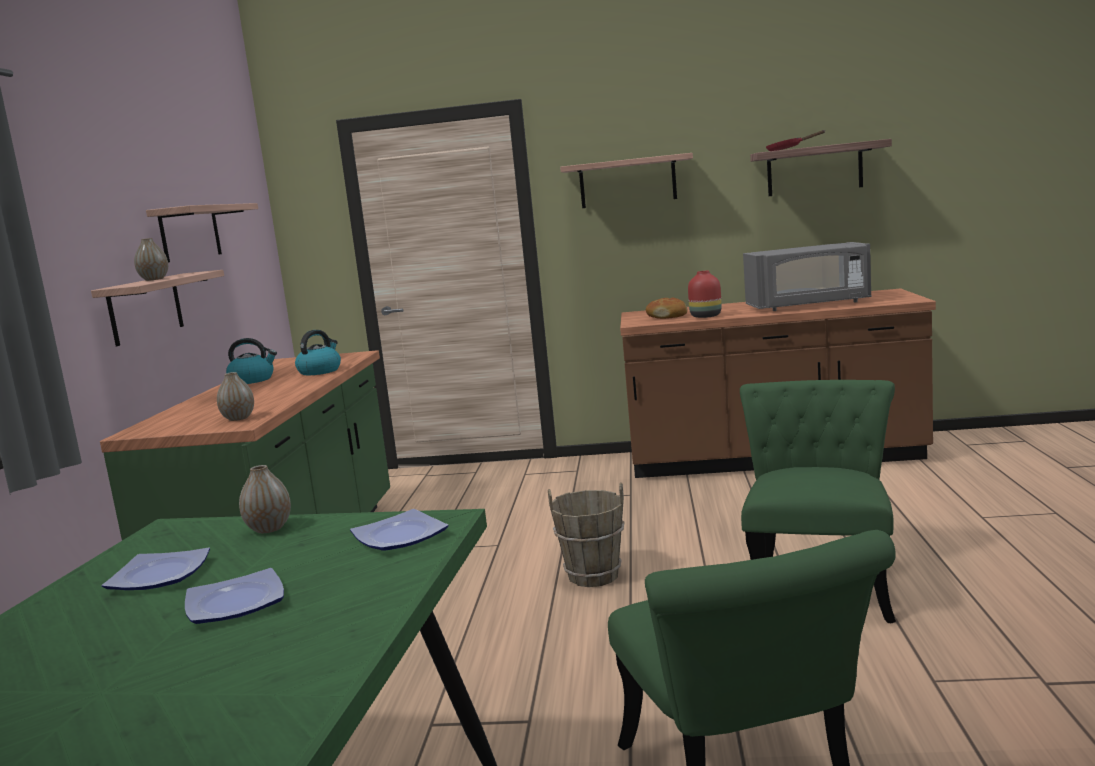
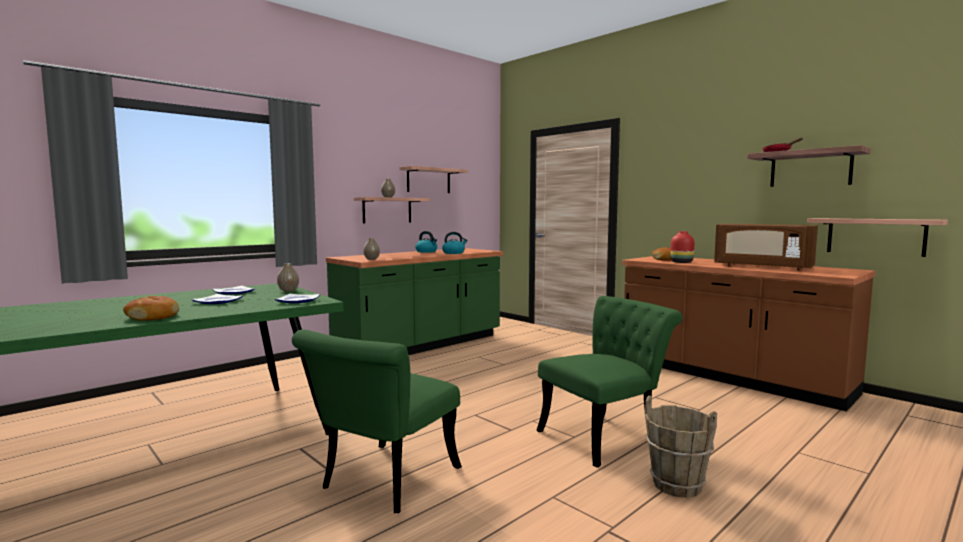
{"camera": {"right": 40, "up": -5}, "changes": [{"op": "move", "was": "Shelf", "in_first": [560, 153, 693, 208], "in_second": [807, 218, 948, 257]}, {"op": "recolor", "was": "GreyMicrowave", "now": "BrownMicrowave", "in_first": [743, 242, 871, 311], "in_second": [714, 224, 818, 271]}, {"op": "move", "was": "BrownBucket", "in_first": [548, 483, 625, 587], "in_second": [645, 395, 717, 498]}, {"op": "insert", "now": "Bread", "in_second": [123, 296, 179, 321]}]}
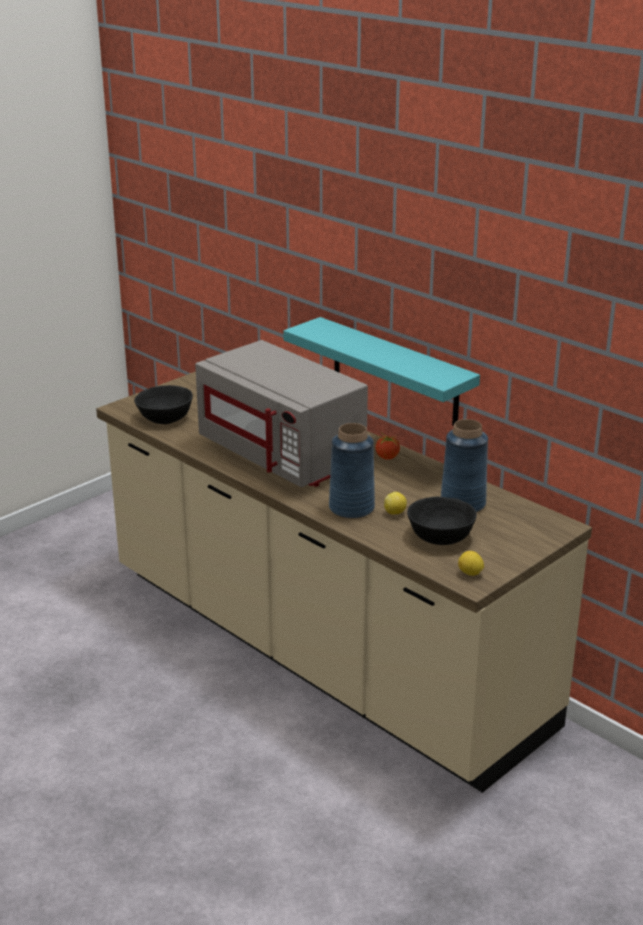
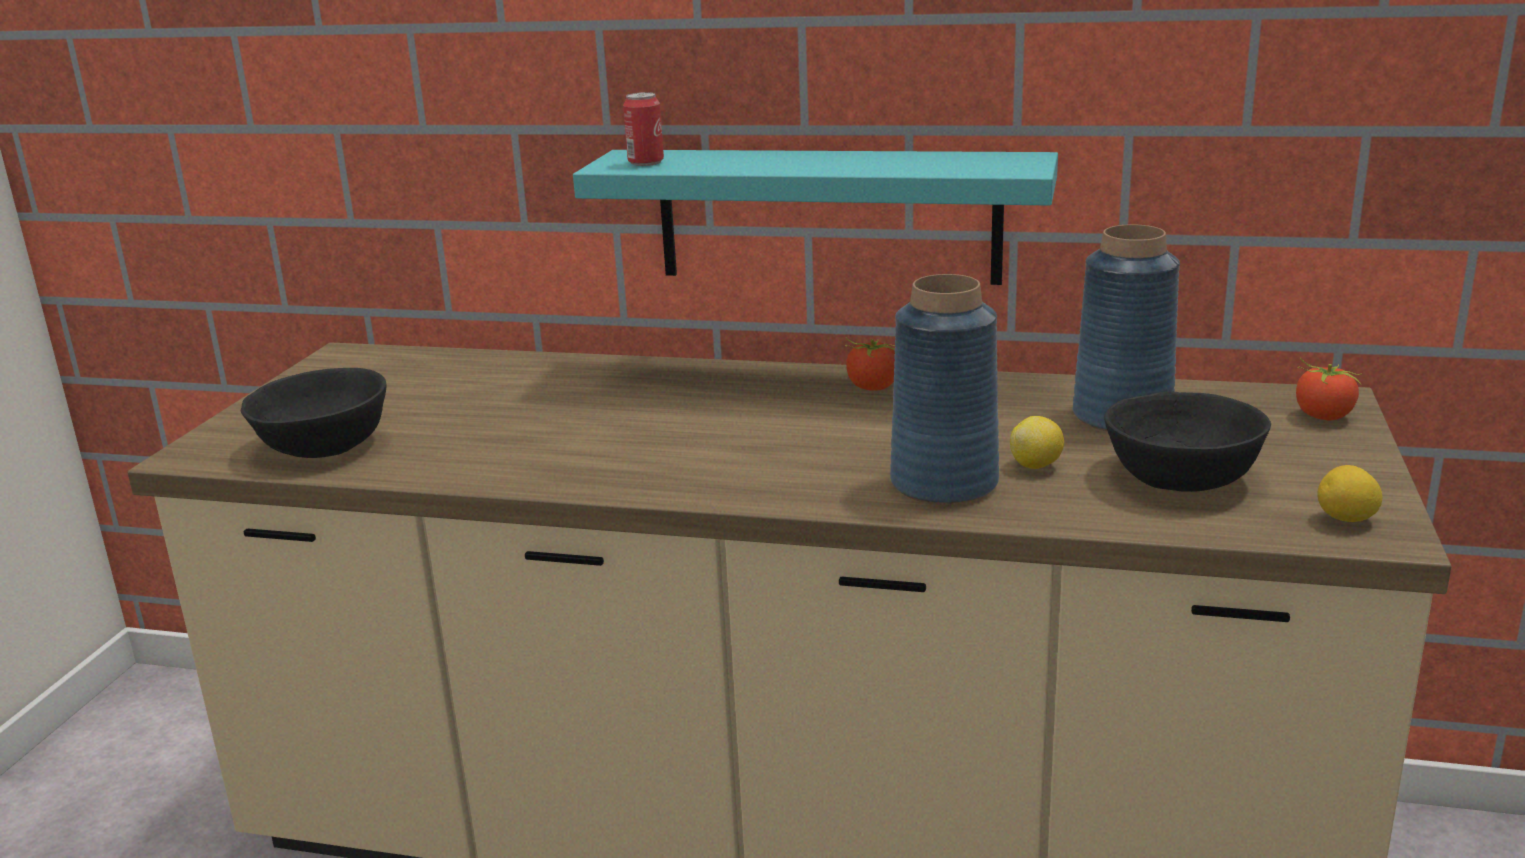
{"camera": {"right": -30, "up": -5}, "changes": [{"op": "delete", "was": "GreyMicrowave", "in_first": [195, 340, 368, 487]}, {"op": "insert", "now": "Can", "in_second": [623, 92, 664, 166]}, {"op": "insert", "now": "Tomato", "in_second": [1296, 358, 1362, 421]}]}
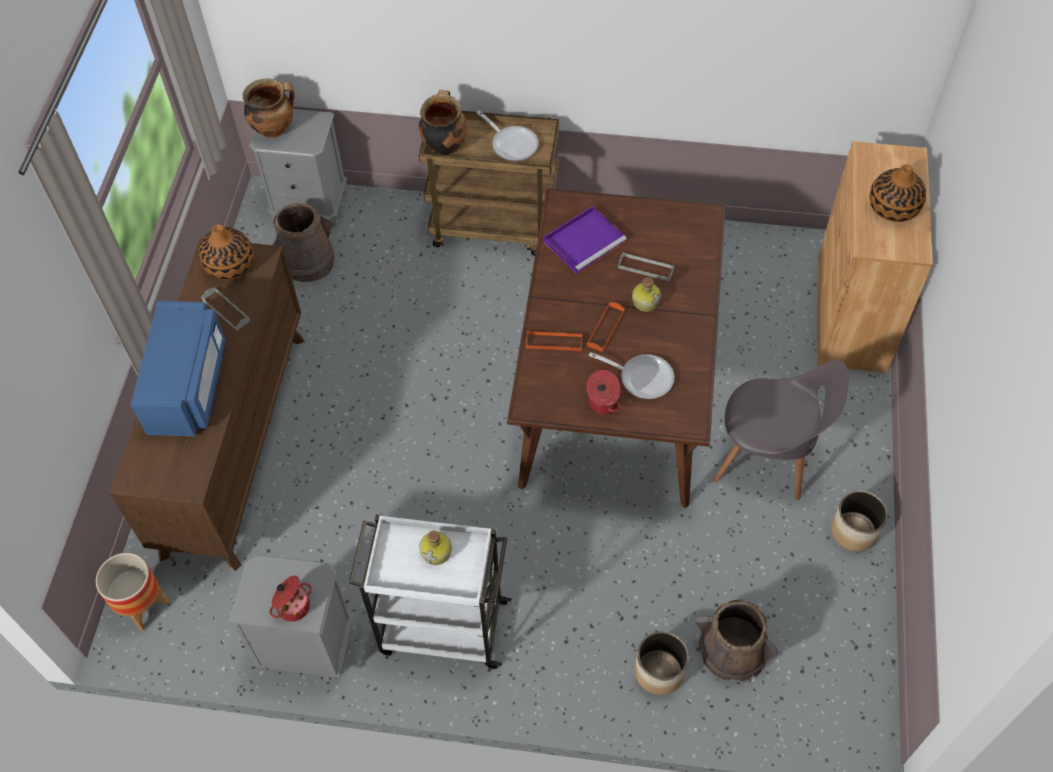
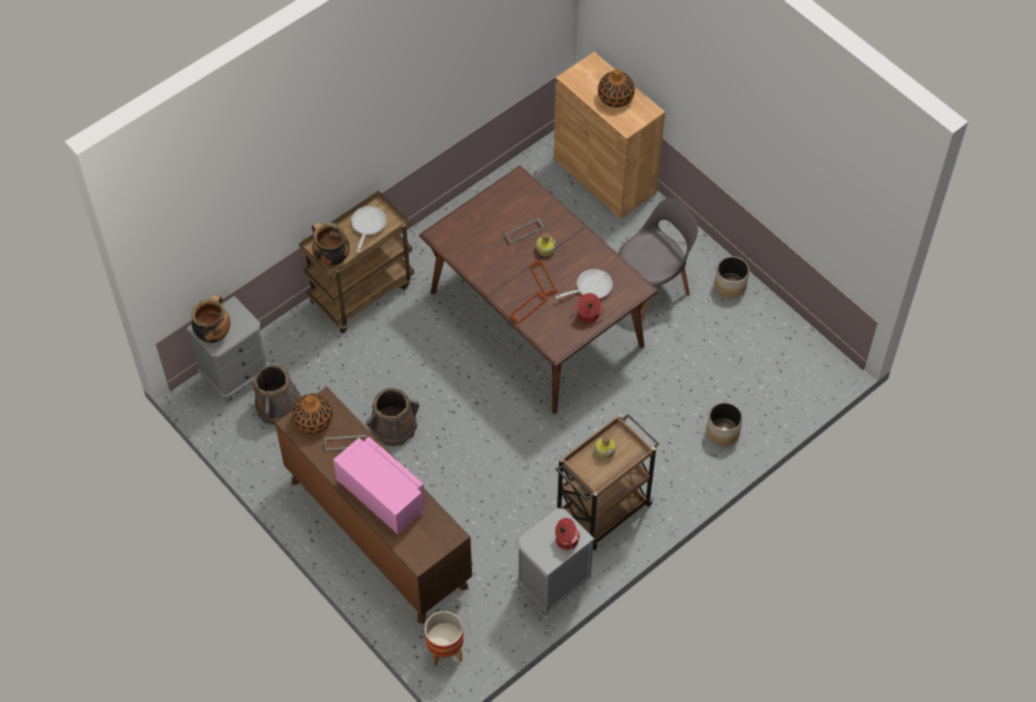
{"camera": {"right": -50, "up": 0}, "changes": [{"op": "rotate", "was": "FryingPan", "in_first": [477, 111, 539, 161], "in_second": [351, 206, 386, 252], "clockwise": -75}, {"op": "delete", "was": "PurpleTray", "in_first": [543, 206, 627, 274]}, {"op": "recolor", "was": "BlueMicrowave", "now": "PinkMicrowave", "in_first": [131, 301, 226, 436], "in_second": [333, 437, 425, 534]}, {"op": "recolor", "was": "WhiteCart", "now": "BrownCart", "in_first": [349, 514, 512, 669], "in_second": [555, 414, 659, 550]}, {"op": "move", "was": "BrownBucket", "in_first": [696, 600, 778, 682], "in_second": [365, 388, 419, 446]}]}
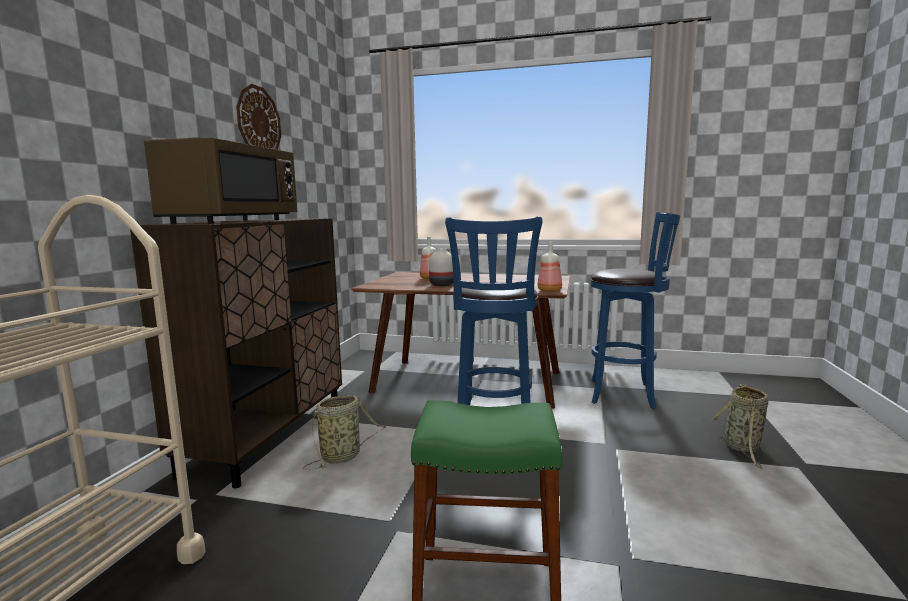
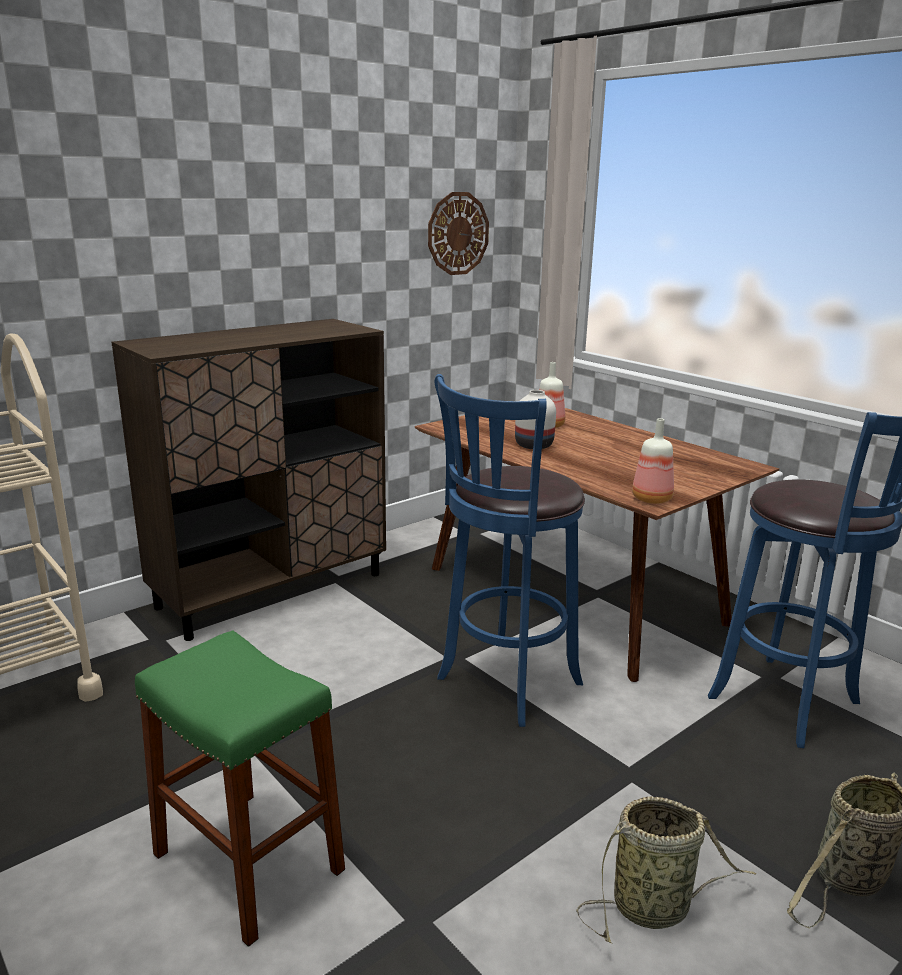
{"camera": {"right": 35, "up": 10}, "changes": [{"op": "move", "was": "WallClock", "in_first": [236, 84, 281, 150], "in_second": [428, 192, 489, 275]}, {"op": "delete", "was": "BrownMicrowave", "in_first": [144, 137, 297, 223]}, {"op": "move", "was": "Basket", "in_first": [303, 395, 386, 470], "in_second": [576, 796, 756, 943]}]}
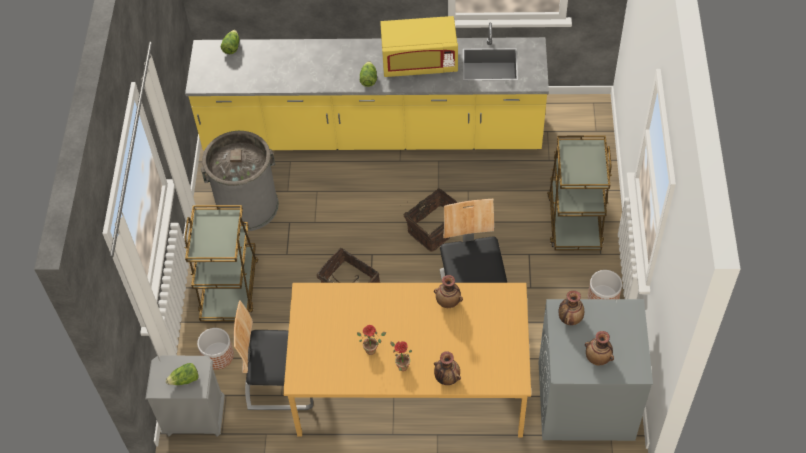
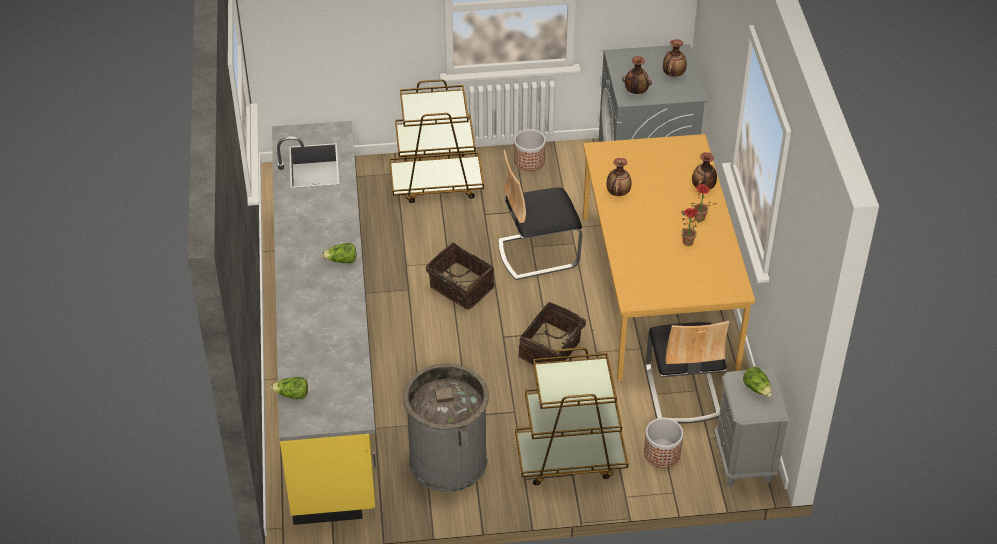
{"camera": {"right": -100, "up": -10}, "changes": [{"op": "delete", "was": "YellowMicrowave", "in_first": [380, 16, 458, 77]}]}
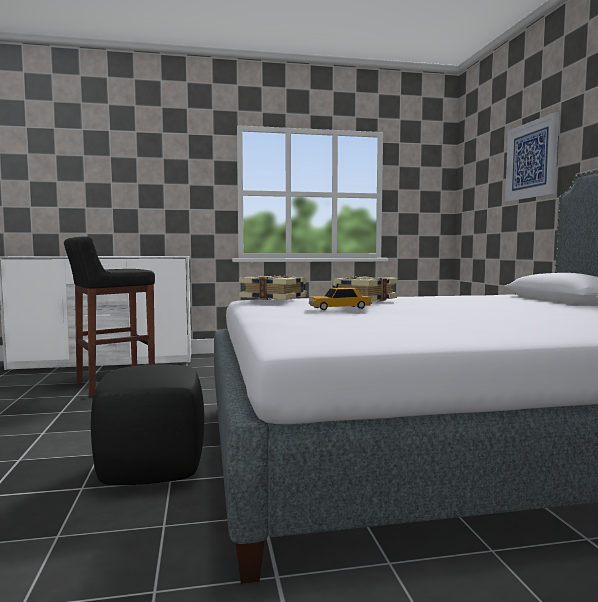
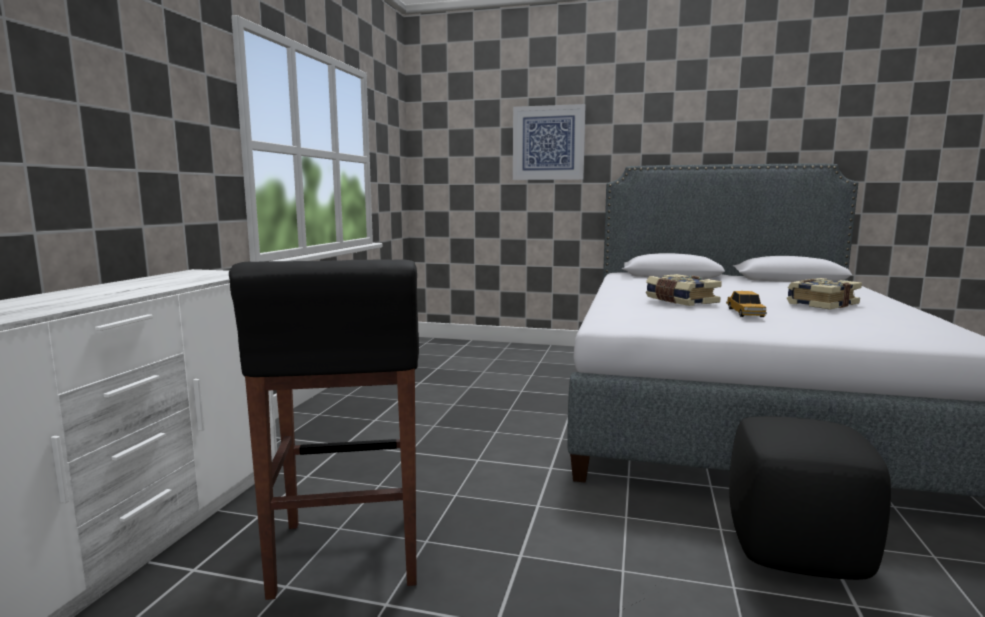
{"camera": {"right": -65, "up": 5}, "changes": [{"op": "move", "was": "Book", "in_first": [239, 275, 307, 300], "in_second": [787, 278, 862, 310]}]}
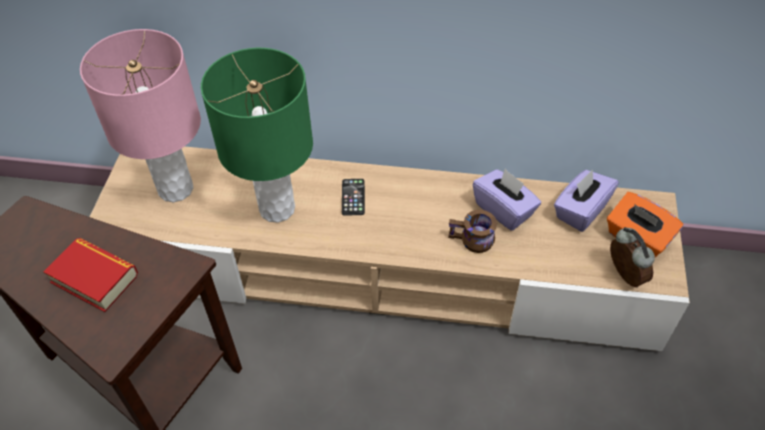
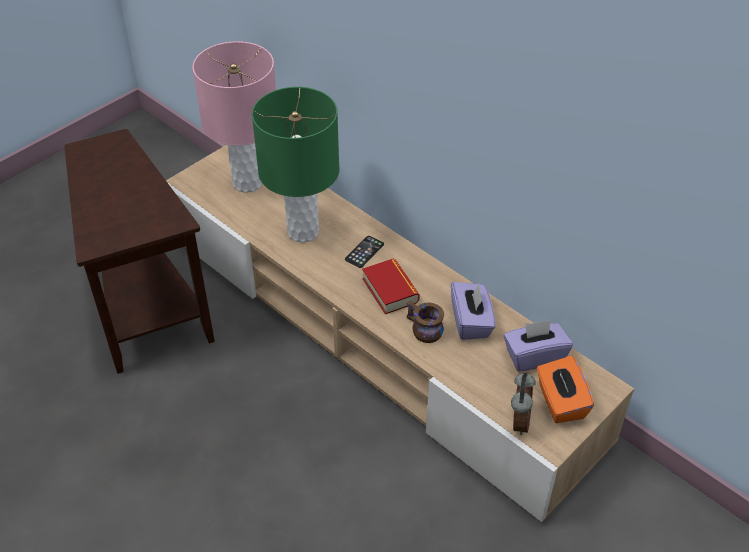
{"camera": {"right": 35, "up": -5}, "changes": [{"op": "move", "was": "Book", "in_first": [44, 238, 138, 312], "in_second": [362, 259, 420, 314]}]}
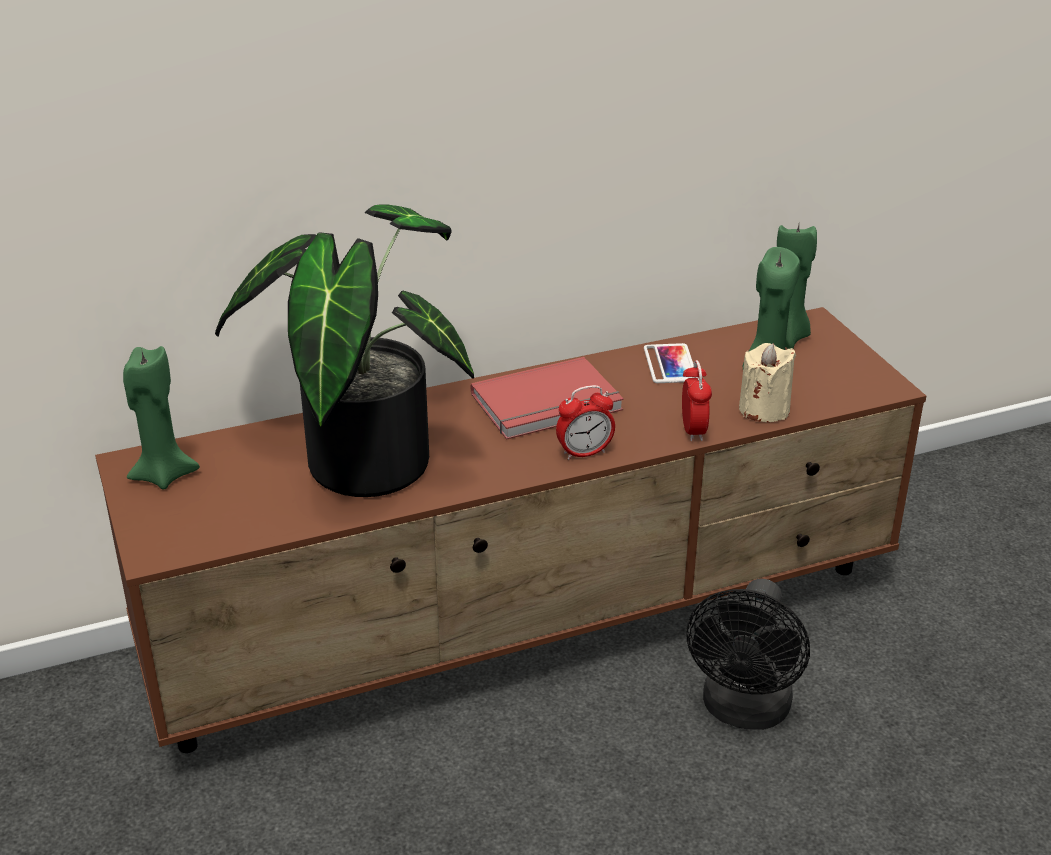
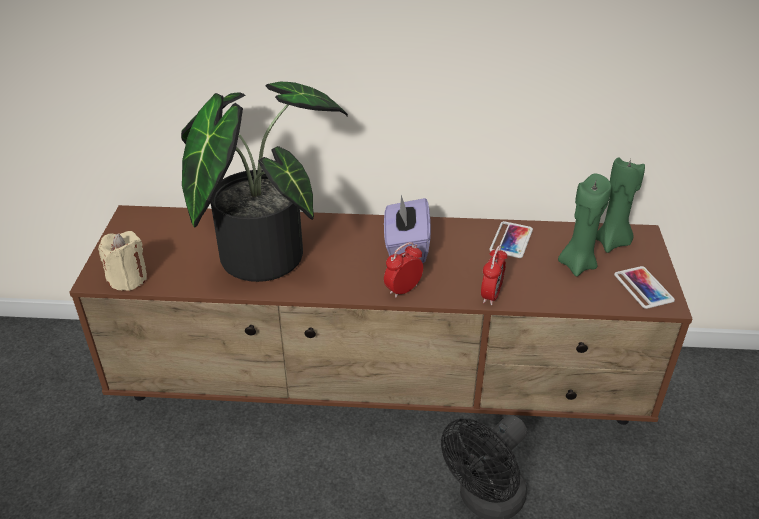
{"camera": {"right": 25, "up": 5}, "changes": [{"op": "move", "was": "BeigeCandle", "in_first": [739, 343, 796, 422], "in_second": [98, 231, 147, 291]}, {"op": "delete", "was": "GreenCandle", "in_first": [123, 346, 200, 489]}, {"op": "replace", "was": "RedBook", "now": "PurpleTissueBox", "in_first": [471, 357, 624, 440], "in_second": [384, 195, 431, 263]}, {"op": "rotate", "was": "AlarmClock", "in_first": [556, 385, 615, 460], "in_second": [384, 242, 423, 298], "clockwise": 135}, {"op": "insert", "now": "Phone", "in_second": [614, 266, 675, 309]}]}
